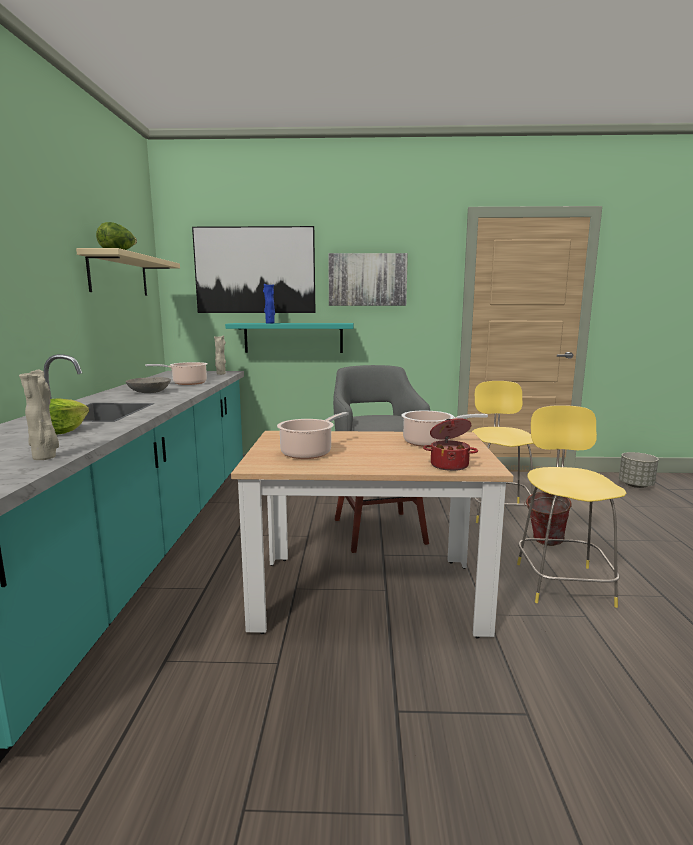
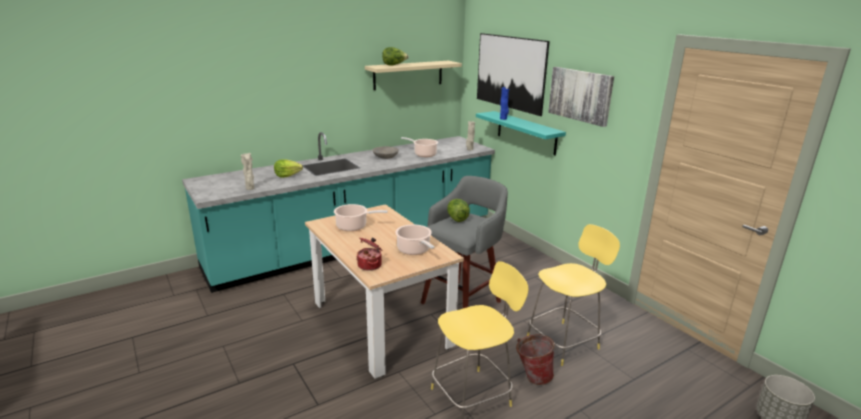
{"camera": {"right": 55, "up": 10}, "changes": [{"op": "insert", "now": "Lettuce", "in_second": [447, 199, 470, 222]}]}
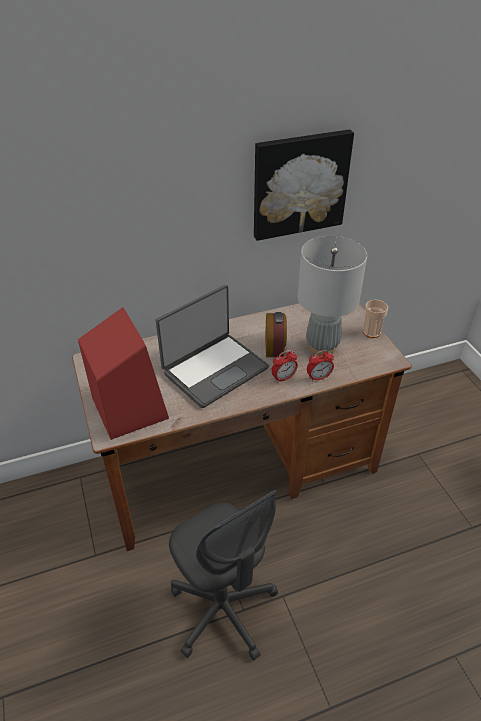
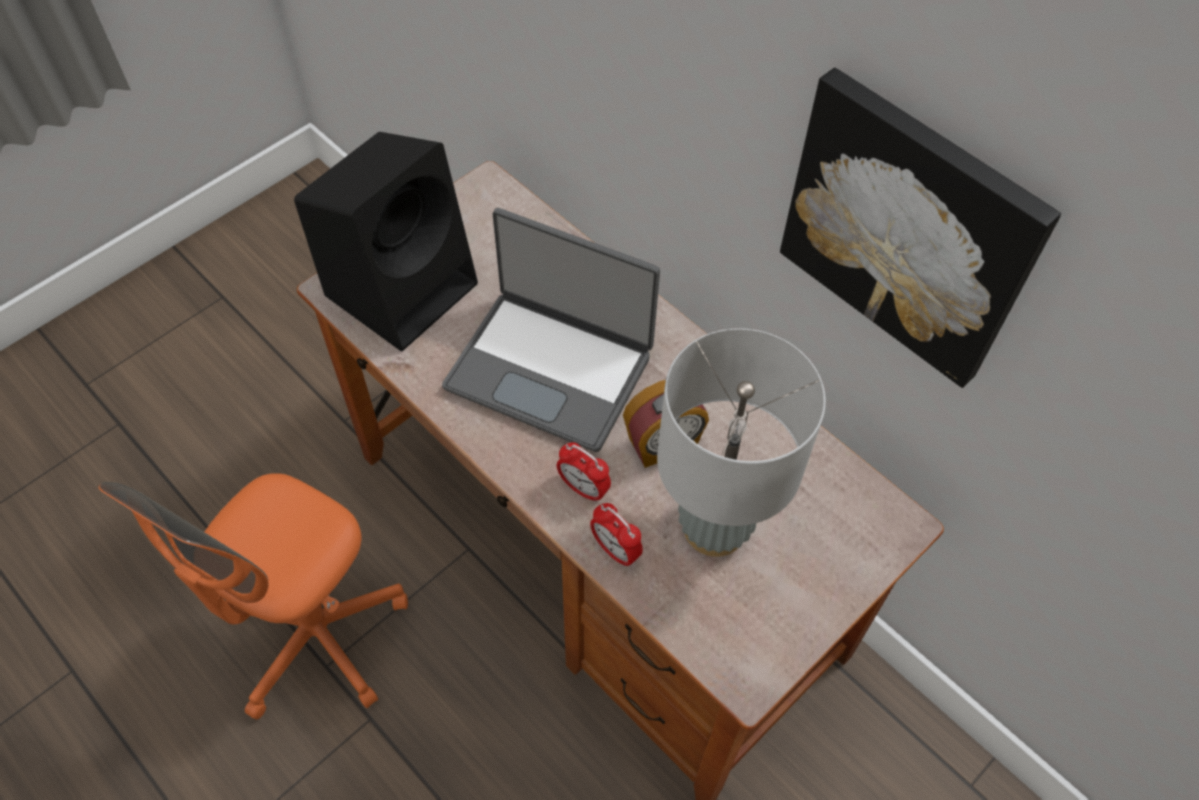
{"camera": {"right": 65, "up": 15}, "changes": [{"op": "delete", "was": "Cup", "in_first": [363, 300, 388, 338]}, {"op": "recolor", "was": "RedSpeaker", "now": "BlackSpeaker", "in_first": [78, 307, 169, 440], "in_second": [294, 132, 478, 352]}, {"op": "recolor", "was": "GreyOfficeChair", "now": "OrangeOfficeChair", "in_first": [169, 490, 278, 660], "in_second": [99, 473, 408, 720]}]}
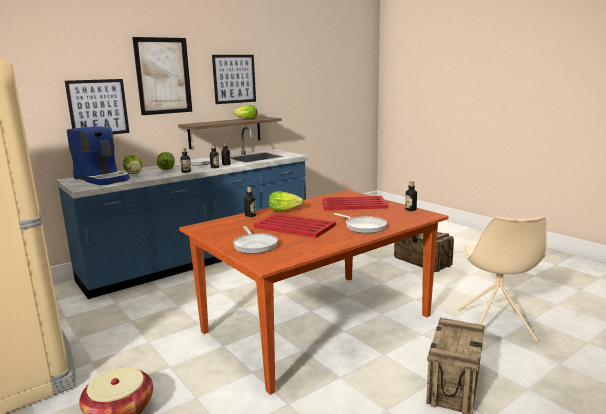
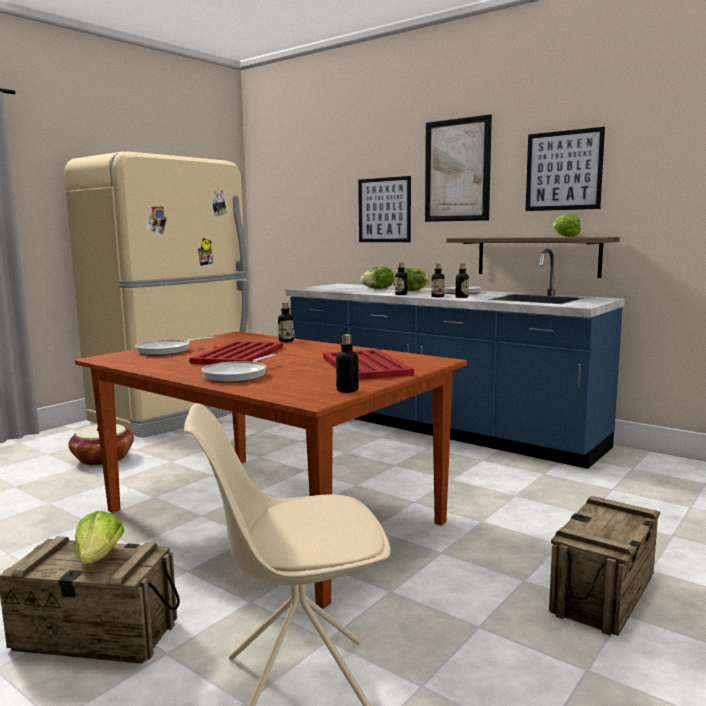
{"camera": {"right": 75, "up": -5}, "changes": [{"op": "delete", "was": "CoffeeMachine", "in_first": [67, 126, 130, 185]}, {"op": "move", "was": "Lettuce", "in_first": [269, 191, 304, 211], "in_second": [75, 511, 124, 564]}]}
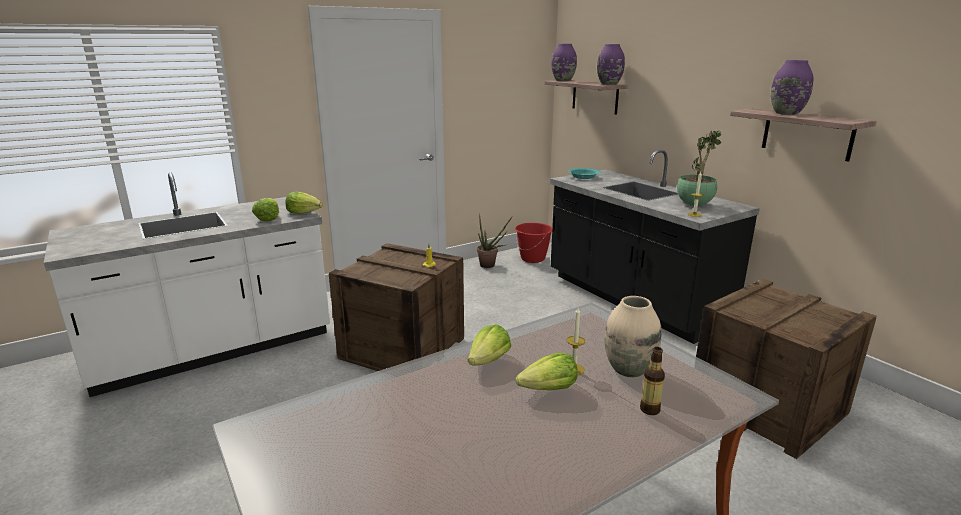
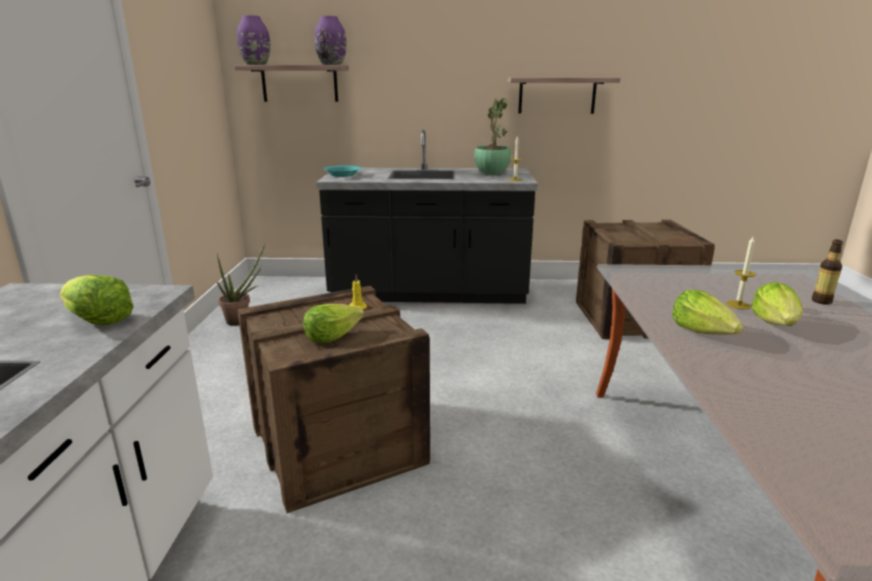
{"camera": {"right": -55, "up": 0}, "changes": [{"op": "delete", "was": "PurpleVase", "in_first": [771, 60, 813, 115]}, {"op": "move", "was": "Lettuce", "in_first": [285, 192, 323, 214], "in_second": [303, 304, 364, 343]}, {"op": "delete", "was": "RedBucket", "in_first": [515, 223, 552, 263]}, {"op": "delete", "was": "BeigeVase", "in_first": [605, 296, 661, 377]}]}
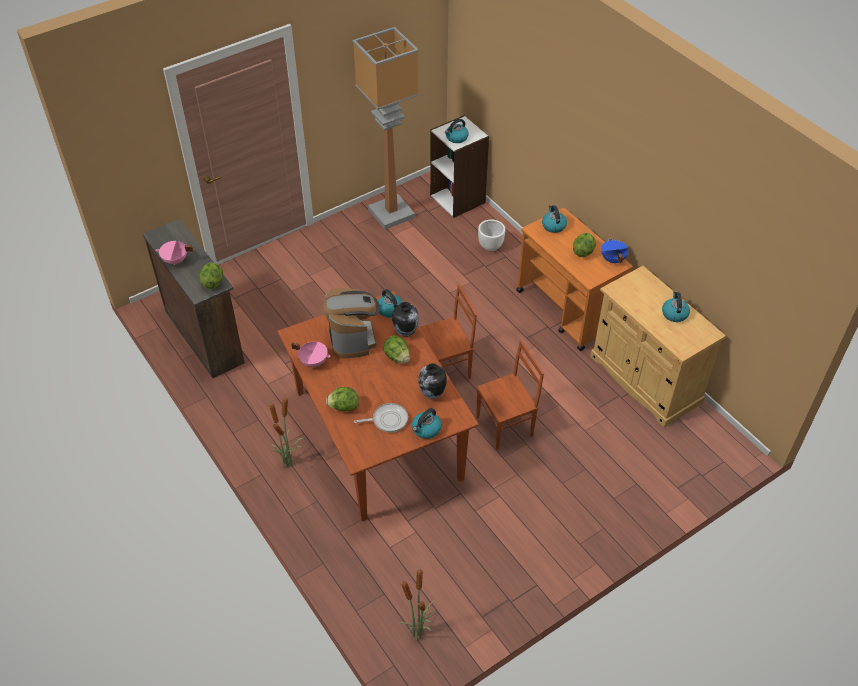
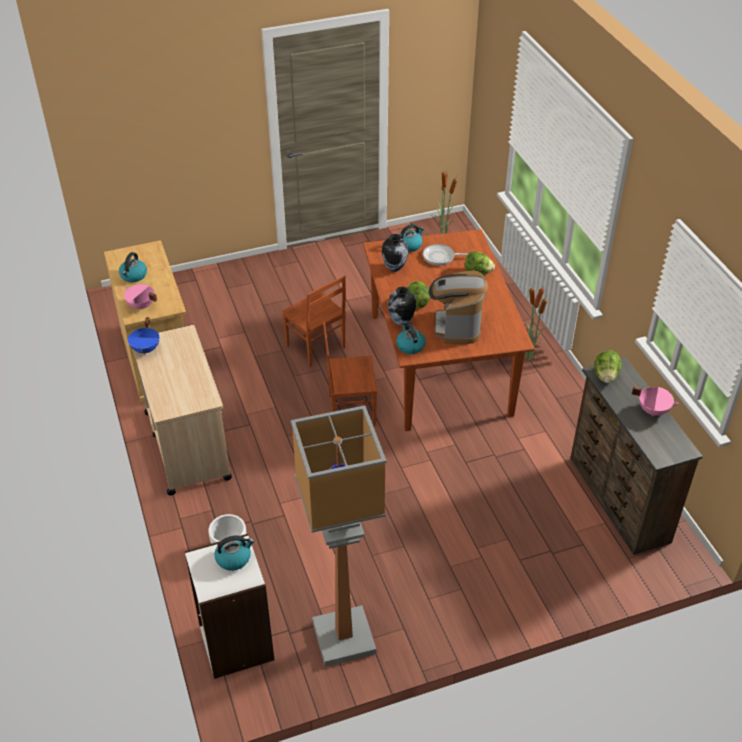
{"camera": {"right": -165, "up": -5}, "changes": [{"op": "delete", "was": "Kettle", "in_first": [542, 205, 567, 233]}, {"op": "recolor", "was": "OrangeCart", "now": "BeigeCart", "in_first": [516, 208, 633, 351], "in_second": [133, 325, 232, 496]}, {"op": "delete", "was": "Lettuce", "in_first": [573, 233, 596, 257]}, {"op": "rotate", "was": "BrownChair", "in_first": [477, 341, 544, 450], "in_second": [282, 275, 346, 367], "clockwise": -120}, {"op": "move", "was": "PinkCookingPot", "in_first": [291, 342, 331, 367], "in_second": [124, 284, 157, 310]}]}
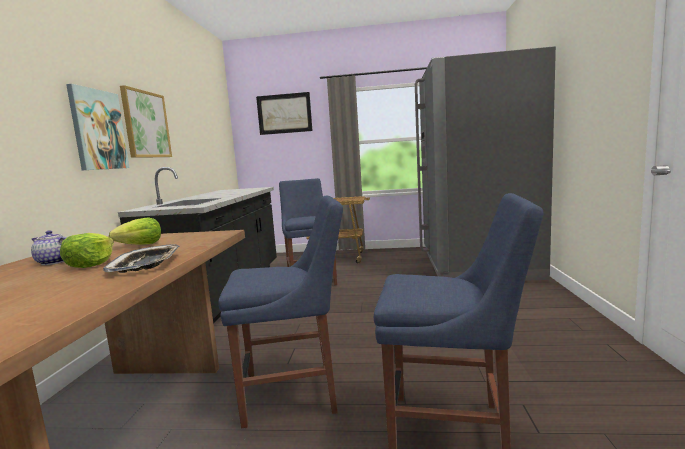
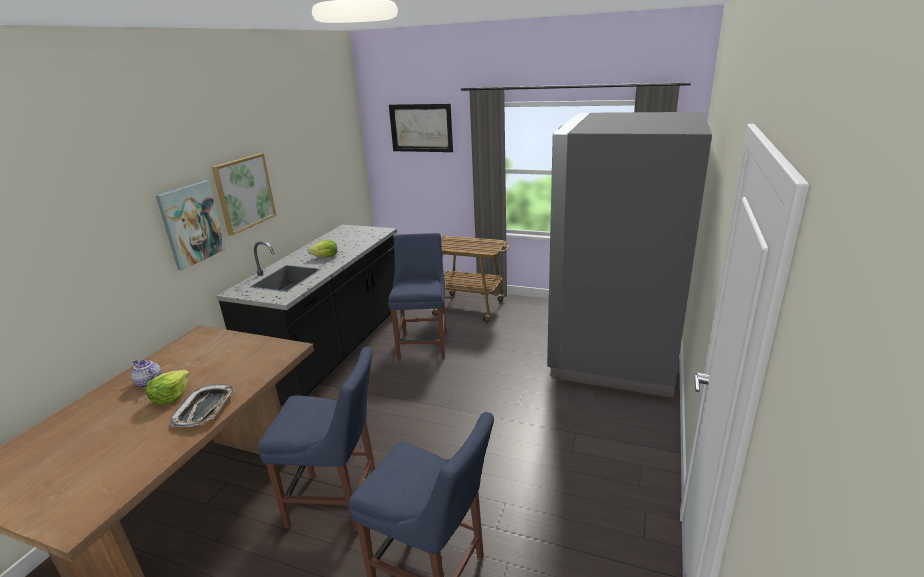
{"camera": {"right": 15, "up": 15}, "changes": [{"op": "move", "was": "Lettuce", "in_first": [109, 218, 161, 245], "in_second": [308, 240, 337, 257]}]}
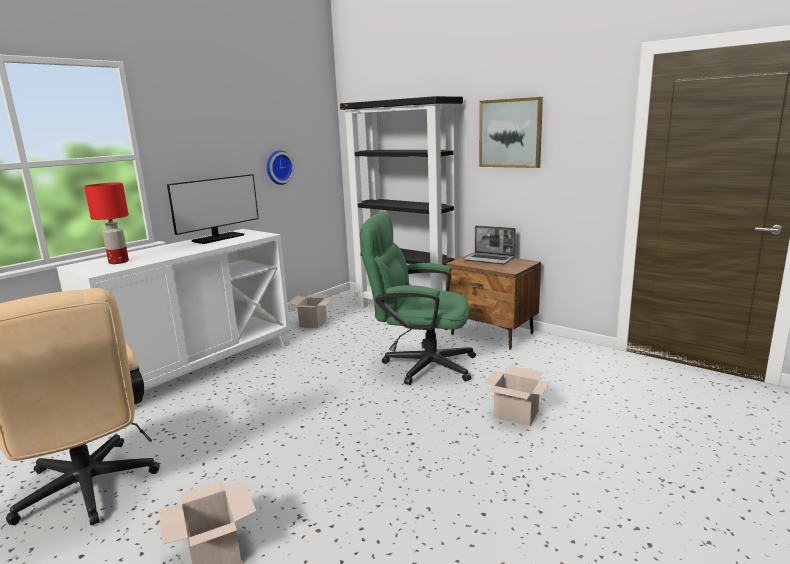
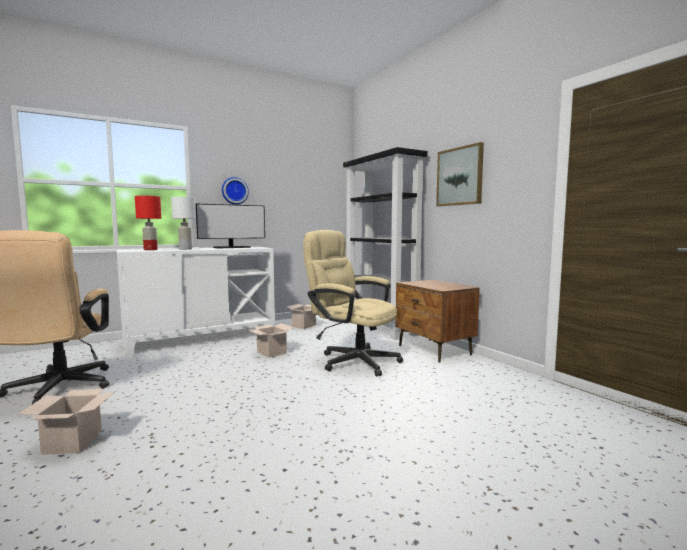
{"camera": {"right": 20, "up": -10}, "changes": [{"op": "move", "was": "WallClock", "in_first": [267, 150, 295, 185], "in_second": [222, 177, 249, 205]}, {"op": "recolor", "was": "GreenOfficeChair", "now": "BeigeOfficeChair", "in_first": [360, 212, 476, 385], "in_second": [303, 230, 403, 377]}, {"op": "delete", "was": "Laptop", "in_first": [463, 225, 516, 264]}, {"op": "move", "was": "CardboardBox", "in_first": [484, 365, 550, 426], "in_second": [248, 323, 294, 358]}, {"op": "insert", "now": "WhiteTableLamp", "in_second": [171, 197, 196, 250]}]}
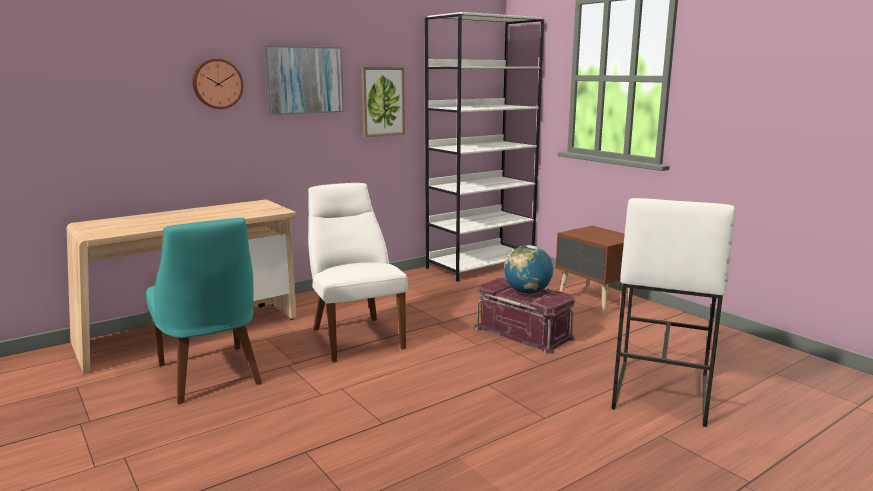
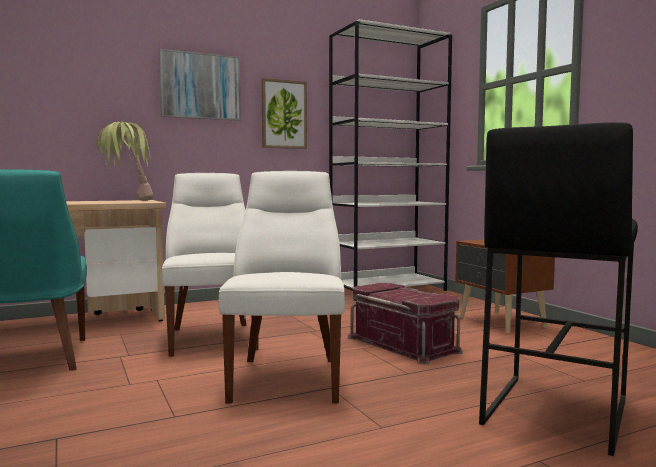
{"camera": {"right": 10, "up": -10}, "changes": [{"op": "delete", "was": "WallClock", "in_first": [192, 59, 243, 109]}, {"op": "recolor", "was": "WhiteStool", "now": "BlackStool", "in_first": [611, 198, 735, 427], "in_second": [479, 122, 638, 456]}, {"op": "delete", "was": "Globe", "in_first": [504, 245, 553, 294]}, {"op": "insert", "now": "PottedPlant", "in_second": [97, 121, 154, 201]}, {"op": "insert", "now": "WhiteChair", "in_second": [219, 171, 345, 404]}]}
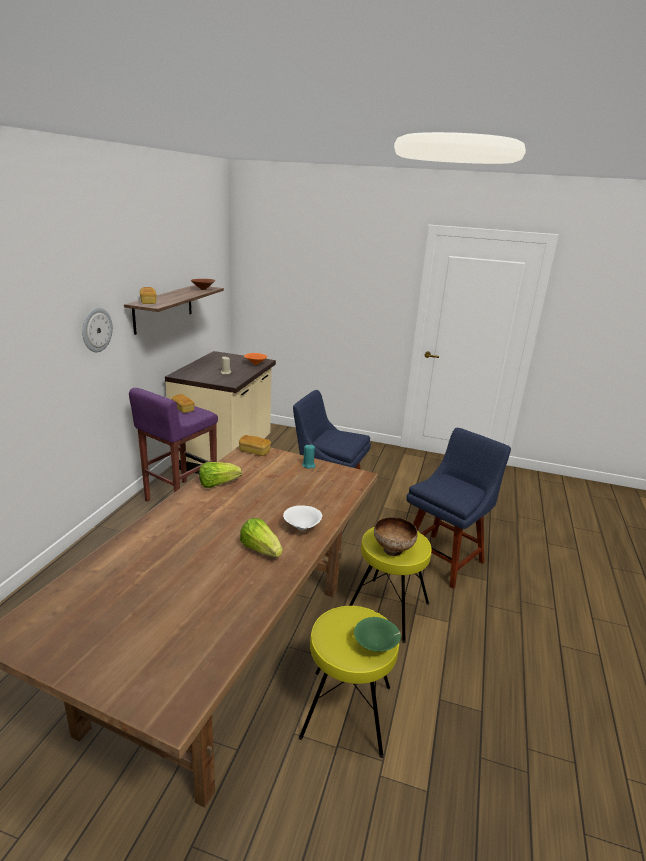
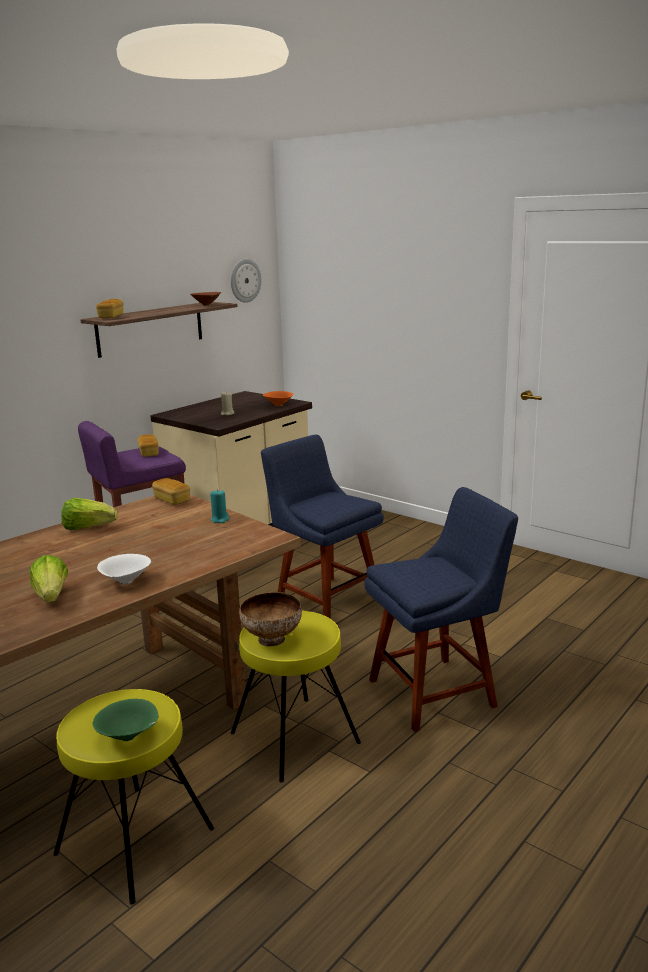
{"camera": {"right": 25, "up": -5}, "changes": [{"op": "move", "was": "WallClock", "in_first": [82, 307, 113, 352], "in_second": [231, 259, 261, 303]}]}
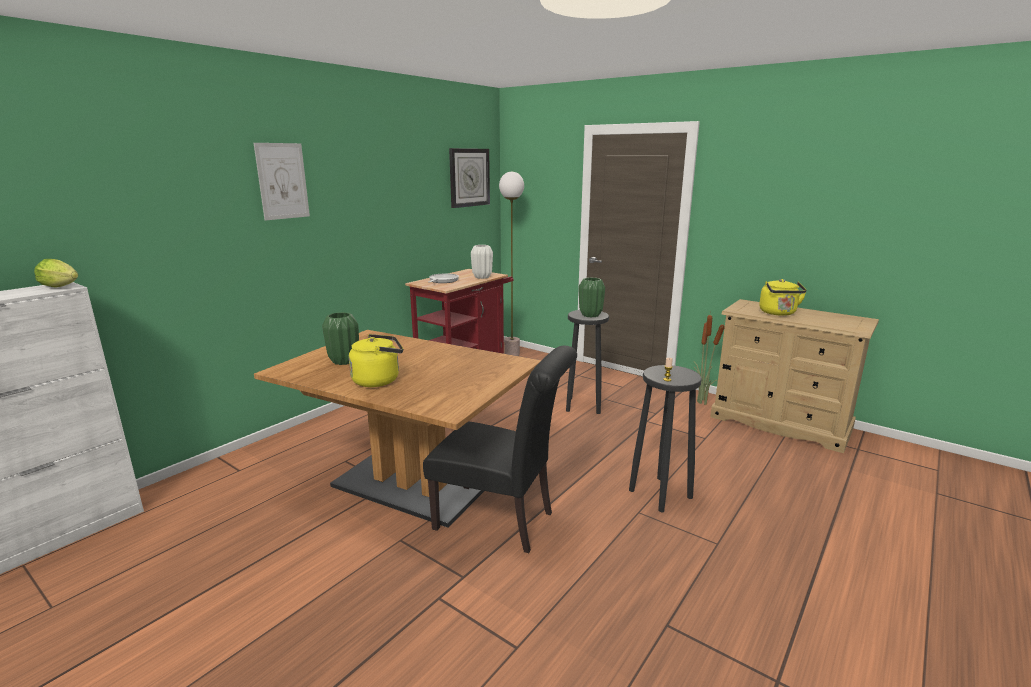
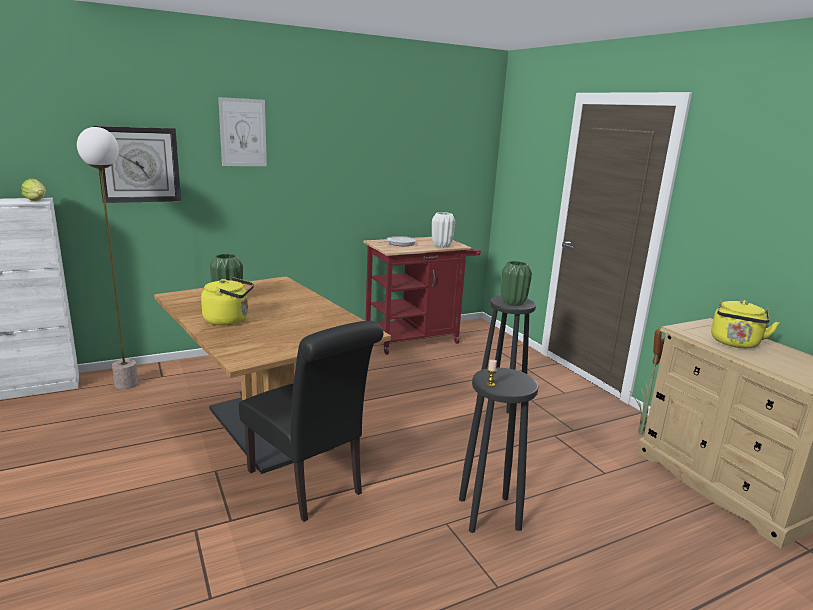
{"camera": {"right": 25, "up": 0}, "changes": [{"op": "move", "was": "WallClock", "in_first": [449, 148, 490, 208], "in_second": [94, 126, 181, 203]}, {"op": "move", "was": "FloorLamp", "in_first": [499, 172, 524, 356], "in_second": [77, 127, 138, 390]}]}
